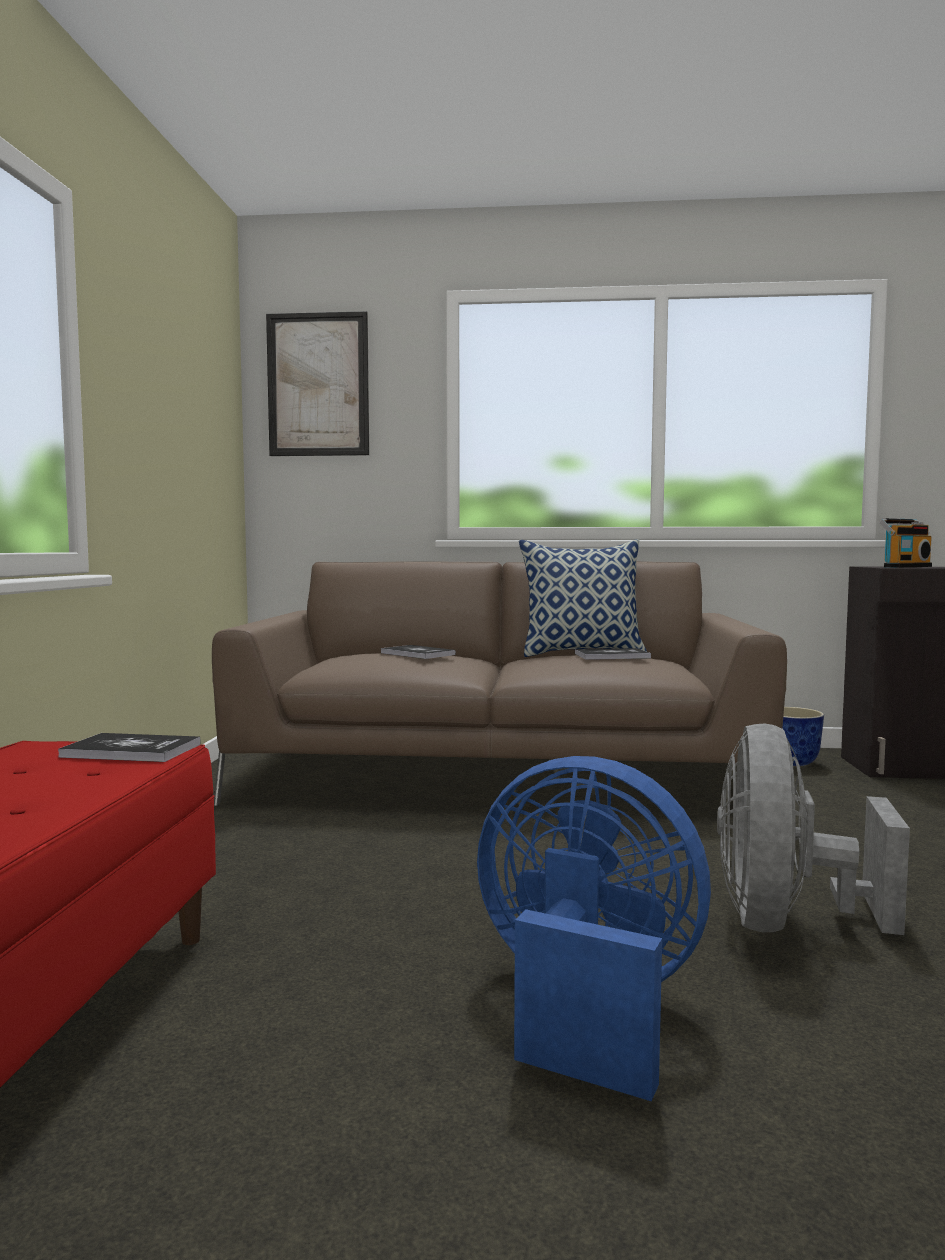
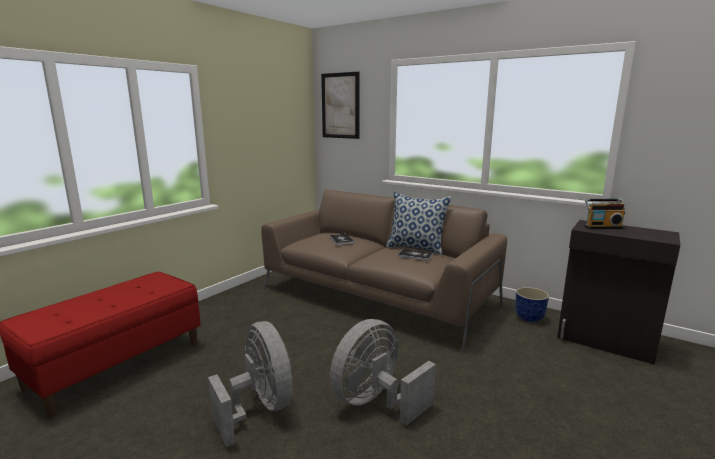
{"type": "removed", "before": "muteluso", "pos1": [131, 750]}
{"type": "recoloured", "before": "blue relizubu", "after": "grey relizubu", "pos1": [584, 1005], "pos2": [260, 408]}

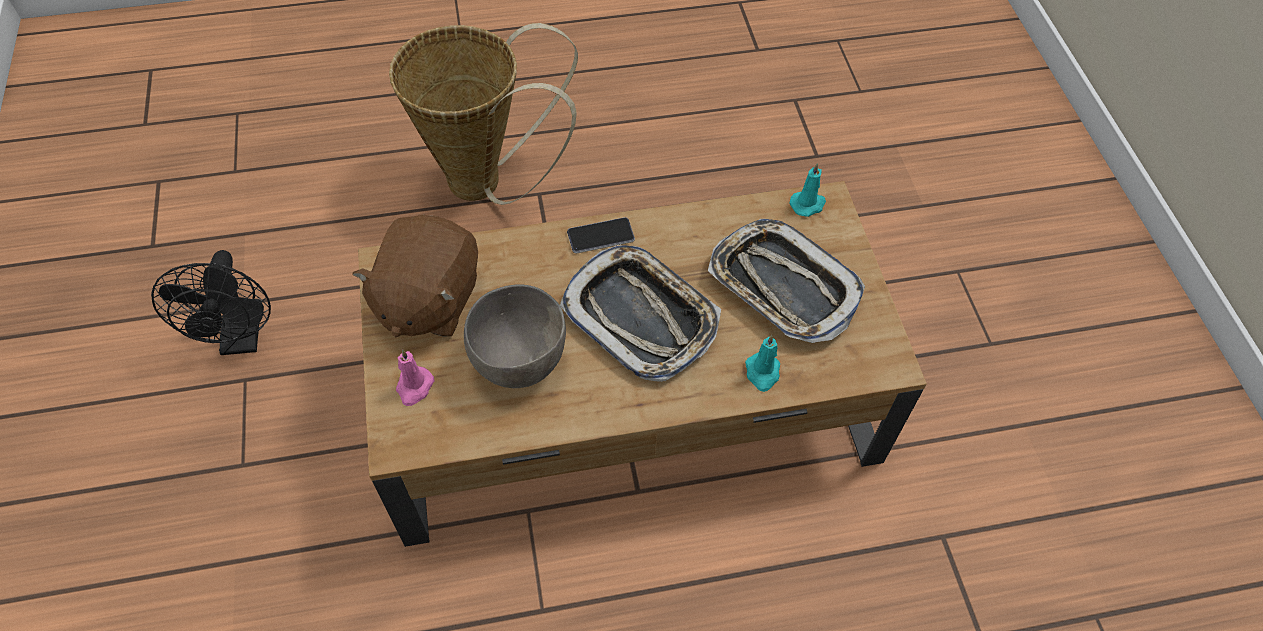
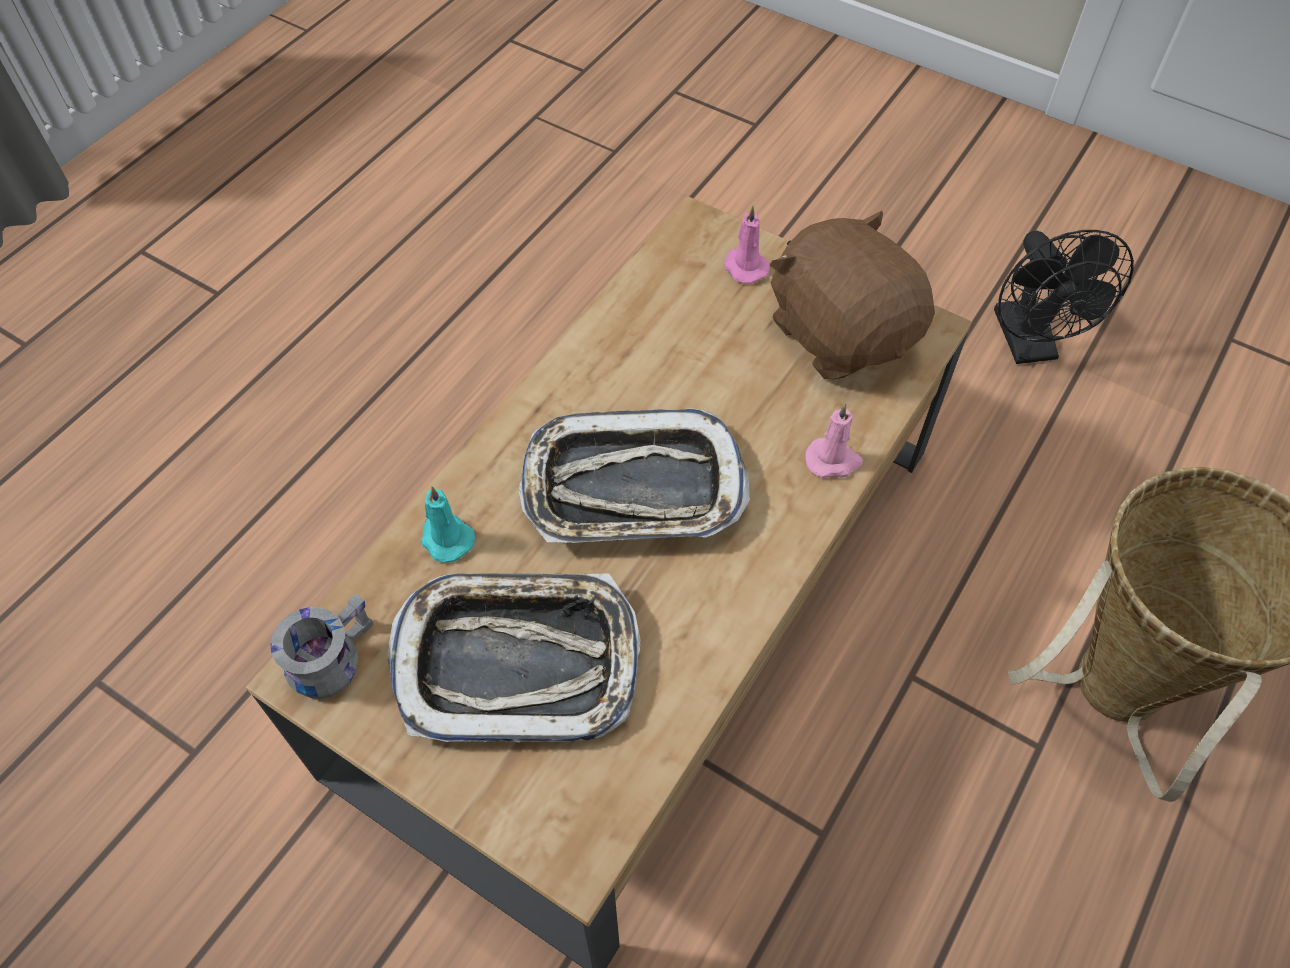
{"type": "removed", "before": "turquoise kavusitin", "pos1": [808, 204]}
{"type": "removed", "before": "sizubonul", "pos1": [600, 236]}
{"type": "turned", "before": "black relizubu", "pos1": [242, 338], "pos2": [1030, 345], "turn": -135}
{"type": "removed", "before": "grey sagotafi", "pos1": [519, 362]}
{"type": "added", "after": "pink kavusitin", "pos2": [833, 460]}
{"type": "added", "after": "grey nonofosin", "pos2": [329, 656]}

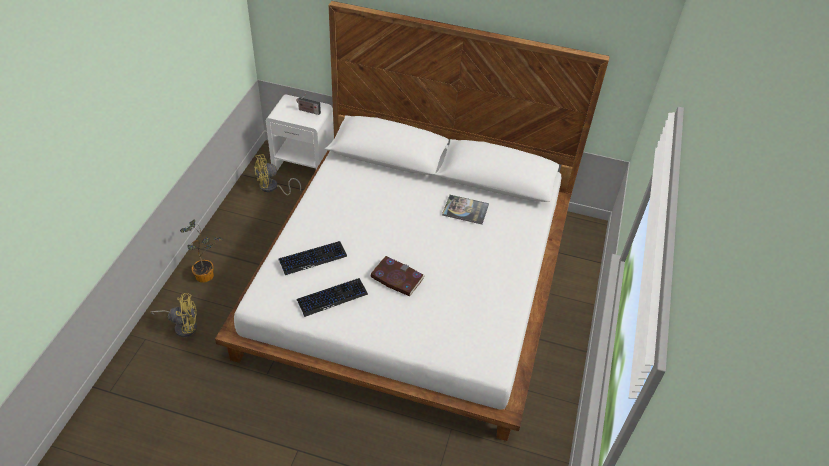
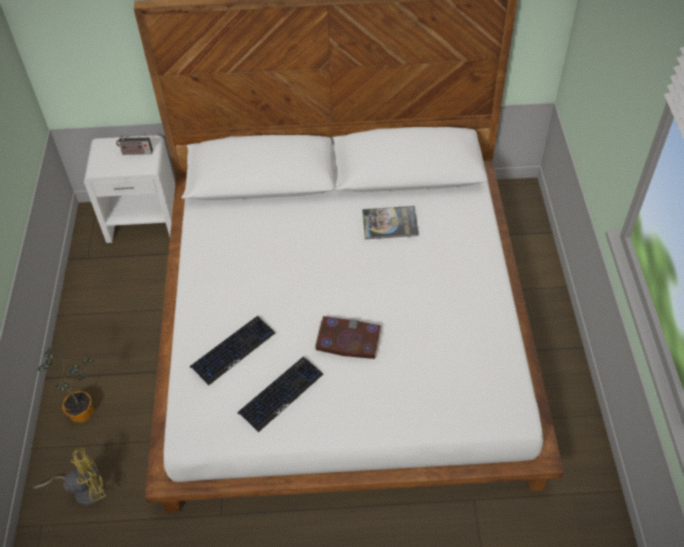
{"type": "removed", "before": "yellow relizubu", "pos1": [272, 188]}

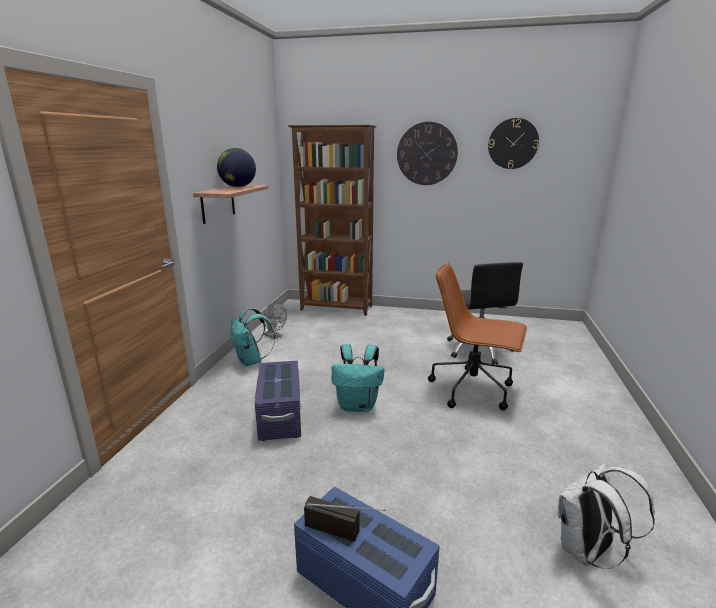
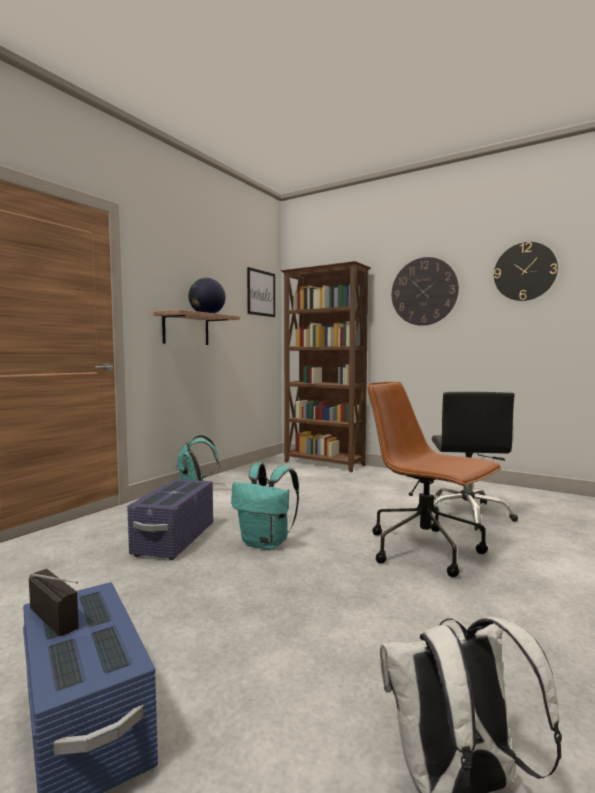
{"type": "removed", "before": "grey relizubu", "pos1": [274, 336]}
{"type": "added", "after": "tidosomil", "pos2": [261, 293]}

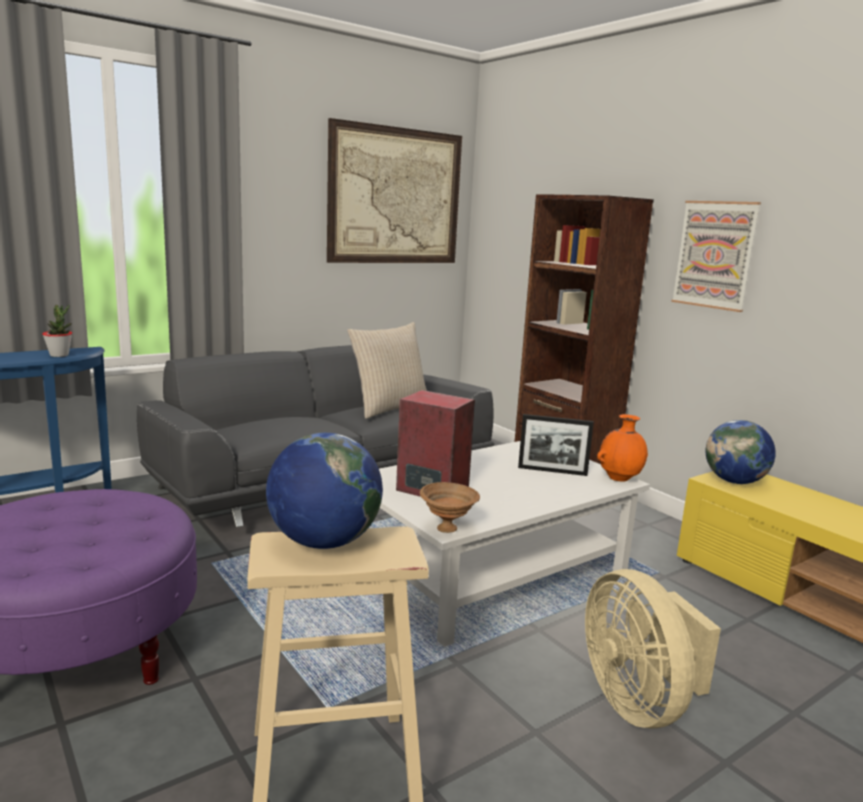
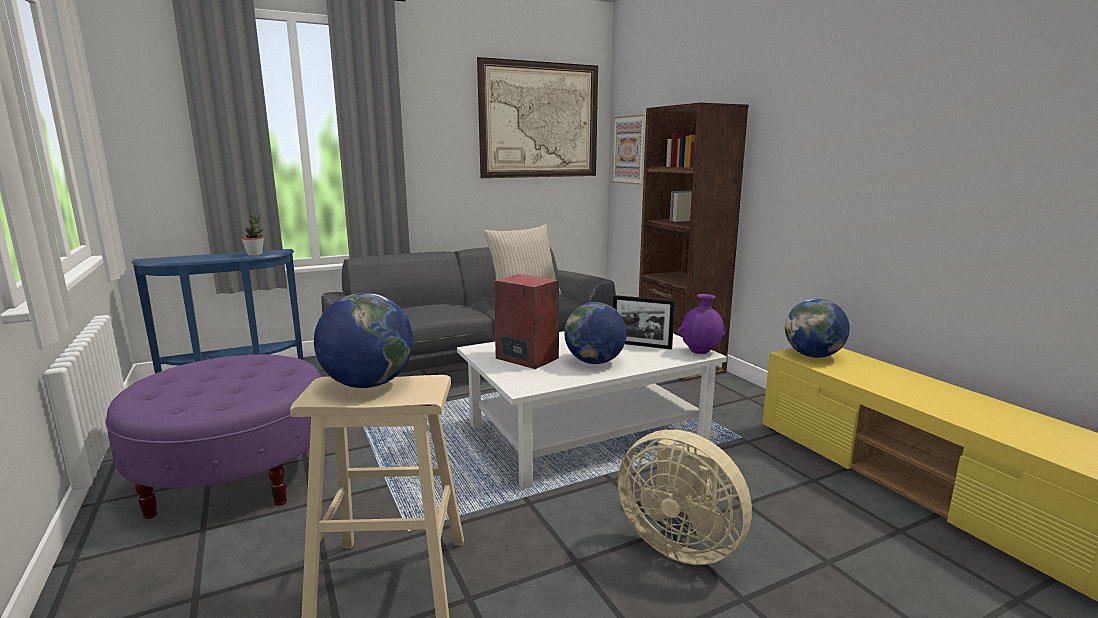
{"type": "moved", "before": "tidosomil", "pos1": [714, 255], "pos2": [629, 150]}
{"type": "recoloured", "before": "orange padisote", "after": "purple padisote", "pos1": [620, 479], "pos2": [700, 352]}
{"type": "removed", "before": "brown sagotafi", "pos1": [447, 528]}
{"type": "turned", "before": "beige relizubu", "pos1": [638, 703], "pos2": [680, 543], "turn": -45}
{"type": "added", "after": "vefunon", "pos2": [594, 362]}

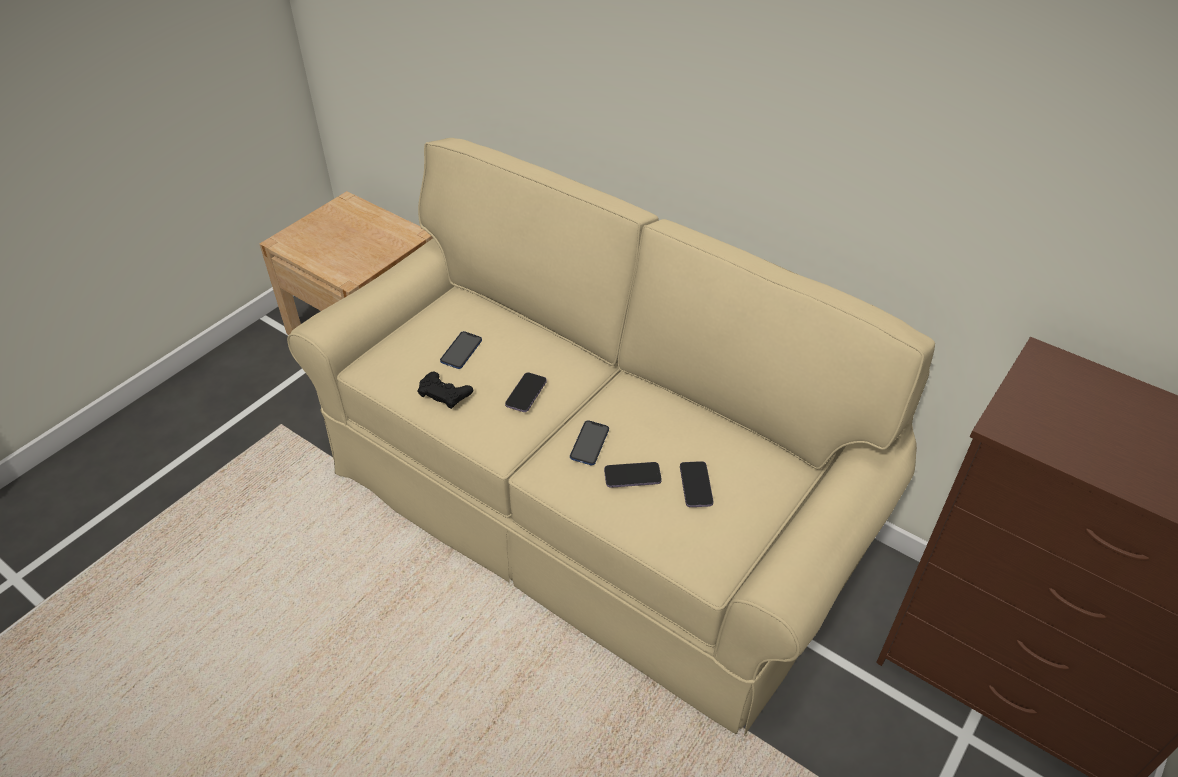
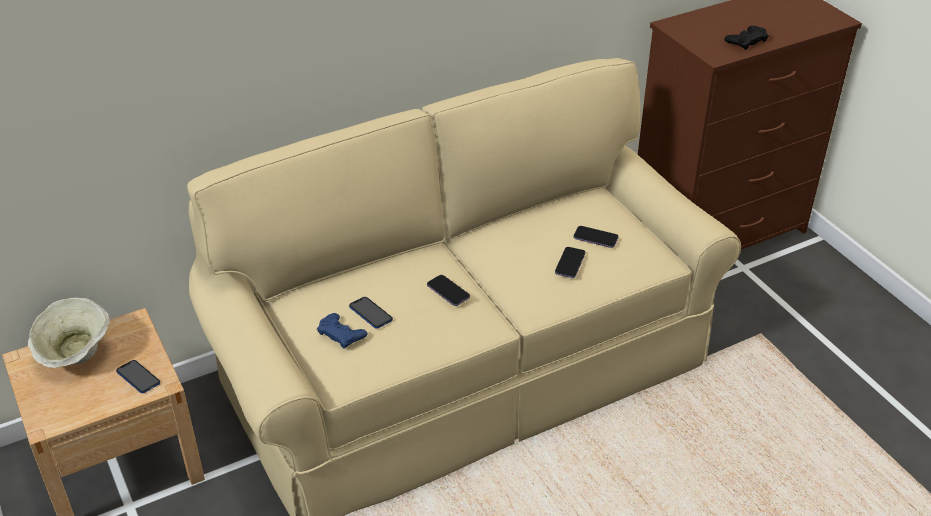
{"type": "moved", "before": "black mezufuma", "pos1": [444, 393], "pos2": [746, 41]}
{"type": "moved", "before": "sizubonul", "pos1": [589, 444], "pos2": [138, 377]}
{"type": "added", "after": "beige sagotafi", "pos2": [75, 355]}
{"type": "added", "after": "blue mezufuma", "pos2": [341, 334]}

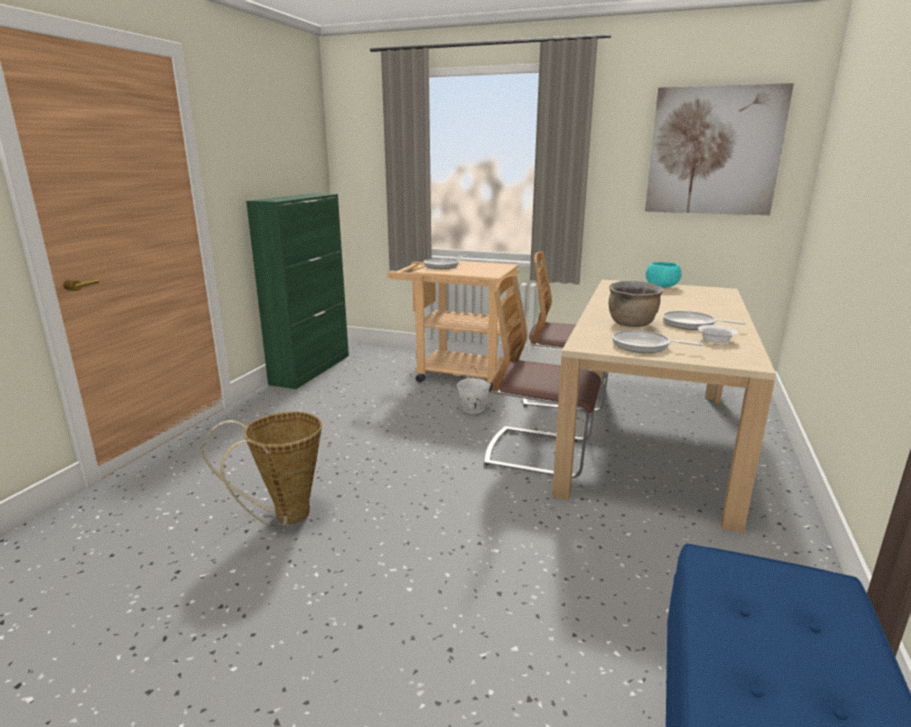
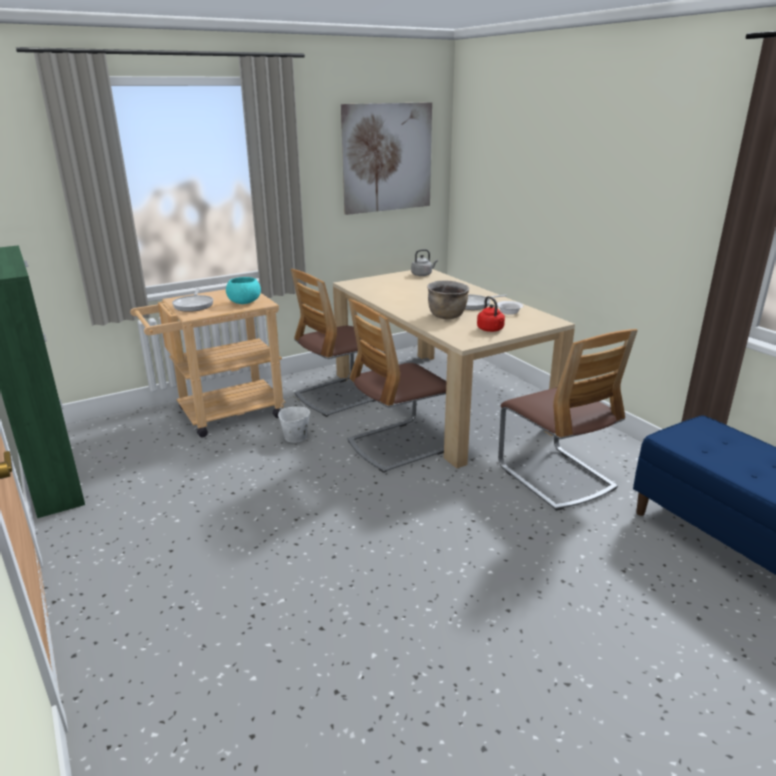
{"type": "moved", "before": "turquoise sagotafi", "pos1": [661, 286], "pos2": [244, 302]}
{"type": "replaced", "before": "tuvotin", "after": "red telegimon", "pos1": [644, 346], "pos2": [491, 330]}
{"type": "removed", "before": "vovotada", "pos1": [284, 518]}
{"type": "added", "after": "grey telegimon", "pos2": [422, 274]}
{"type": "added", "after": "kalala", "pos2": [555, 477]}

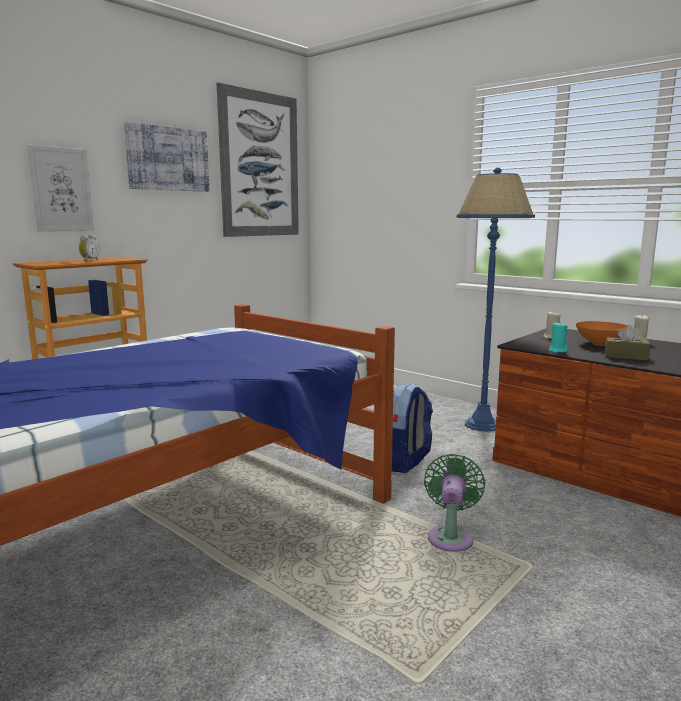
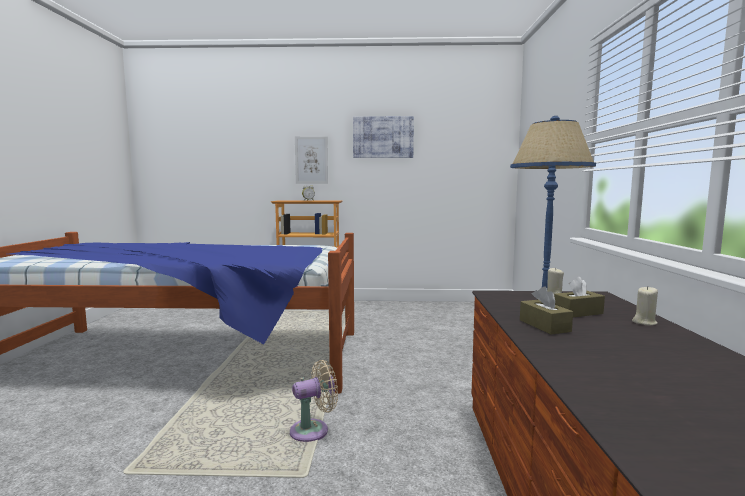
{"type": "removed", "before": "tidosomil", "pos1": [260, 165]}
{"type": "replaced", "before": "orange sagotafi", "after": "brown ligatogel", "pos1": [601, 344], "pos2": [578, 312]}
{"type": "removed", "before": "turquoise kavusitin", "pos1": [557, 351]}
{"type": "removed", "before": "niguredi", "pos1": [405, 463]}
{"type": "recoloured", "before": "green relizubu", "after": "beige relizubu", "pos1": [451, 536], "pos2": [313, 430]}

